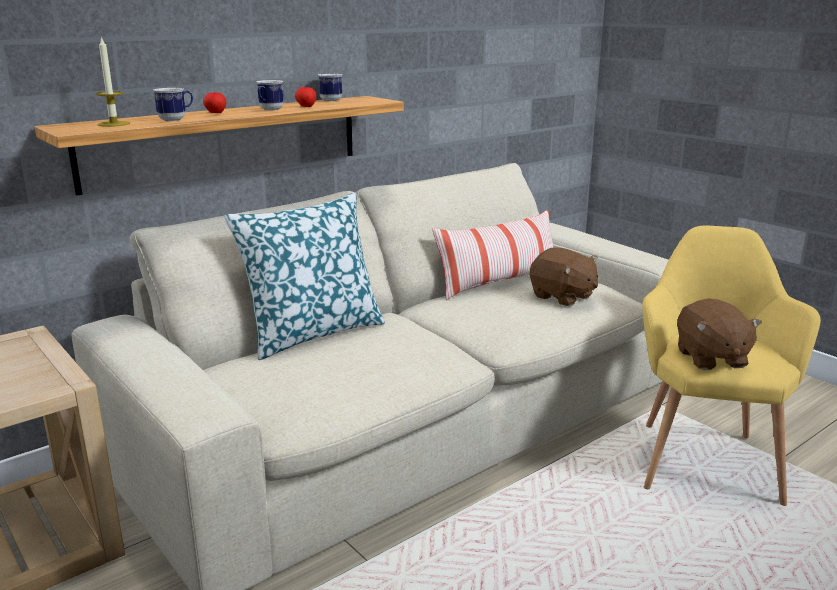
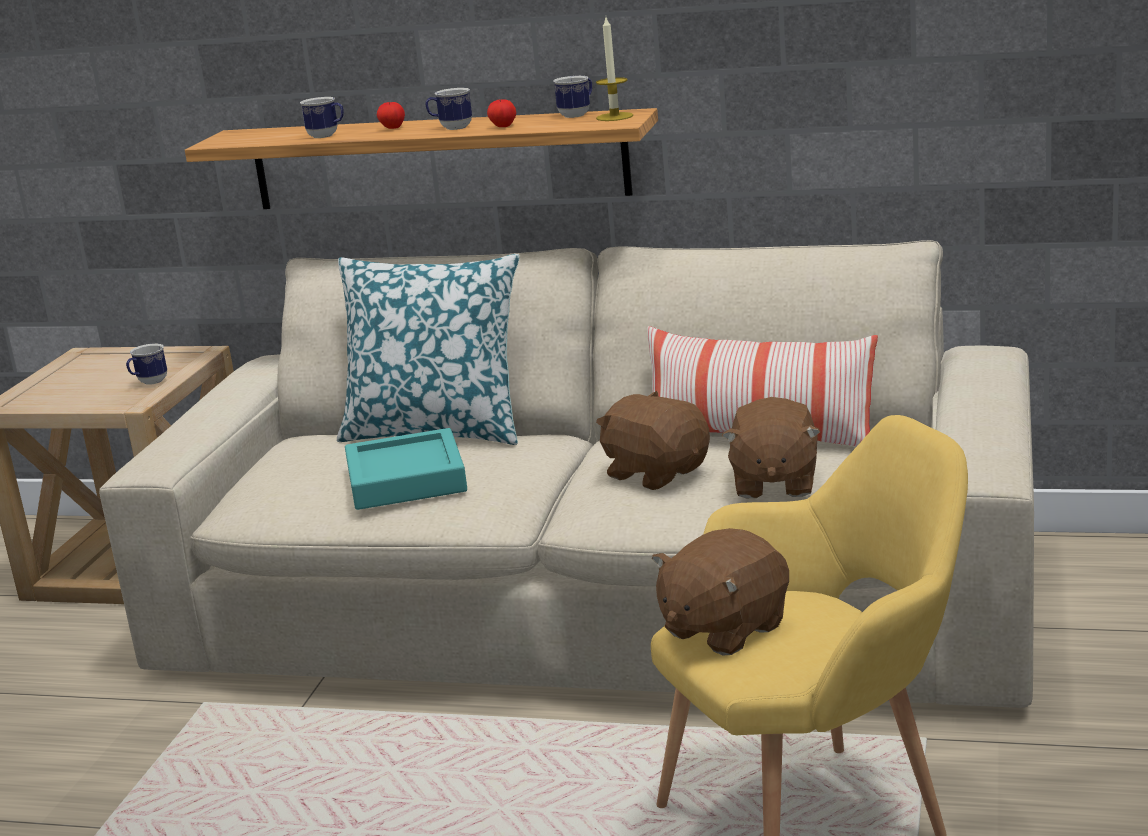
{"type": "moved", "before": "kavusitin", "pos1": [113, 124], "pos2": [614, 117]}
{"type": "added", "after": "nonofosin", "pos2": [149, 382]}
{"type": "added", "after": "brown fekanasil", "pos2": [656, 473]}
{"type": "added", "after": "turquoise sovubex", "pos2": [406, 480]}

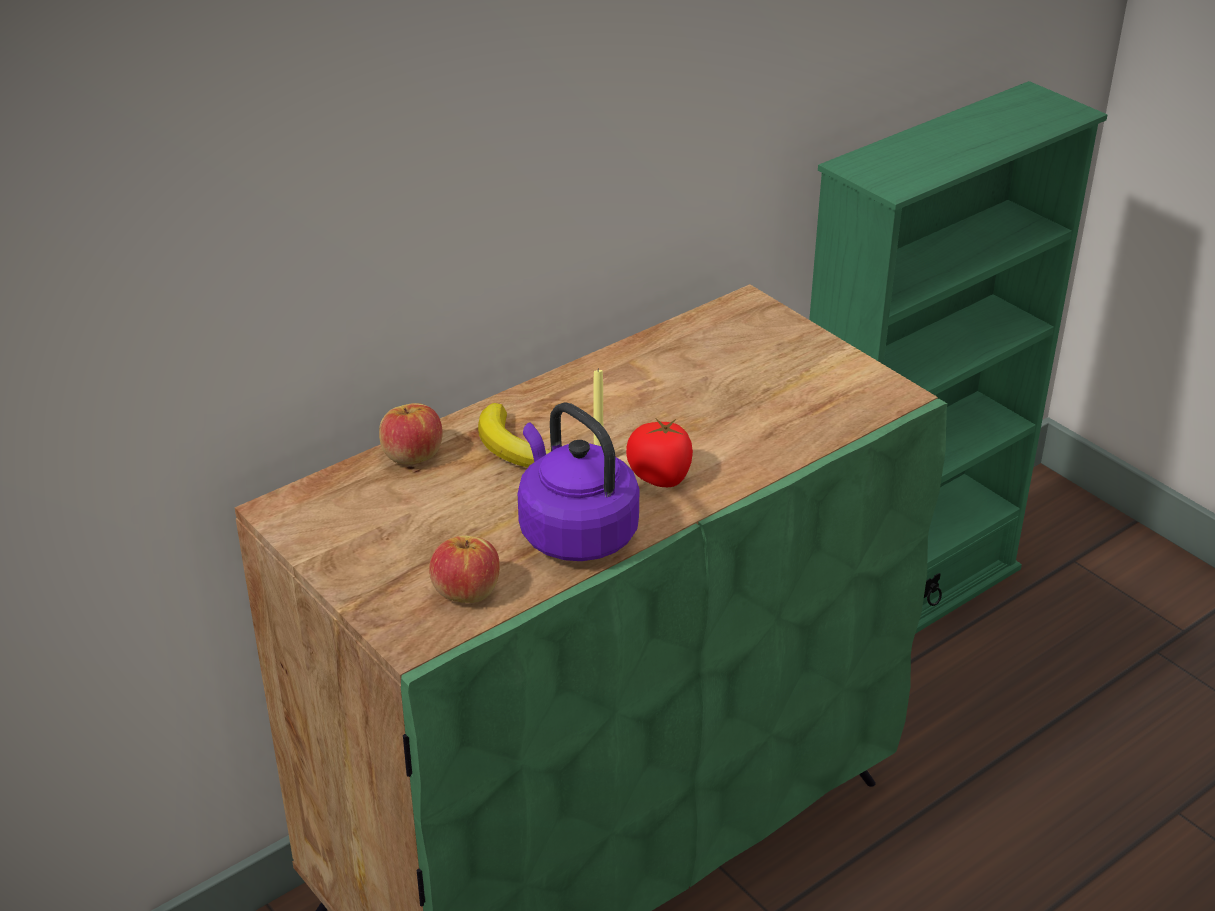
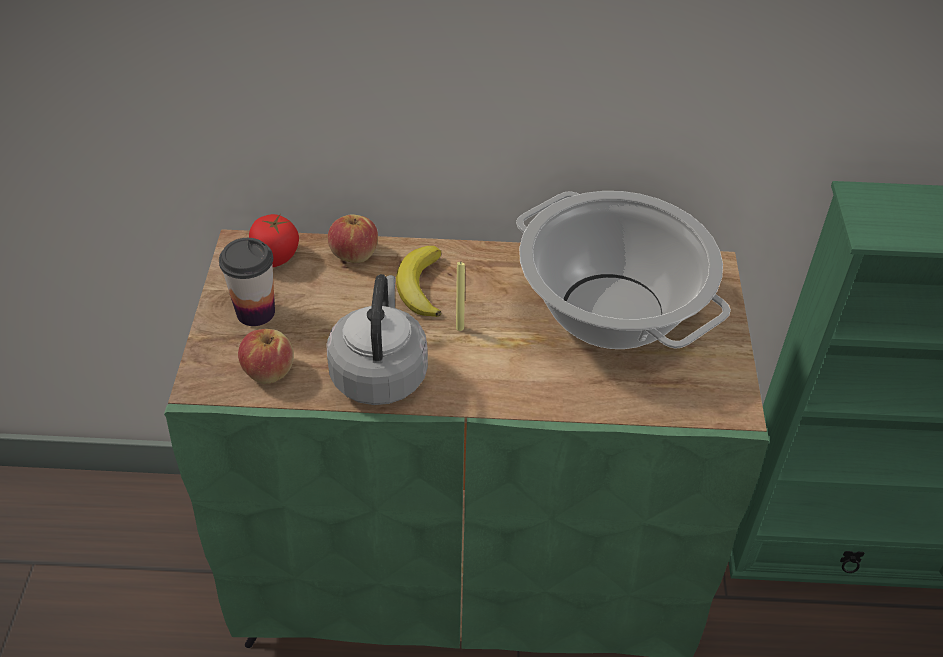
{"type": "recoloured", "before": "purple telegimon", "after": "grey telegimon", "pos1": [574, 532], "pos2": [380, 372]}
{"type": "moved", "before": "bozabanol", "pos1": [660, 476], "pos2": [275, 257]}
{"type": "added", "after": "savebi", "pos2": [610, 311]}
{"type": "added", "after": "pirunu", "pos2": [255, 312]}

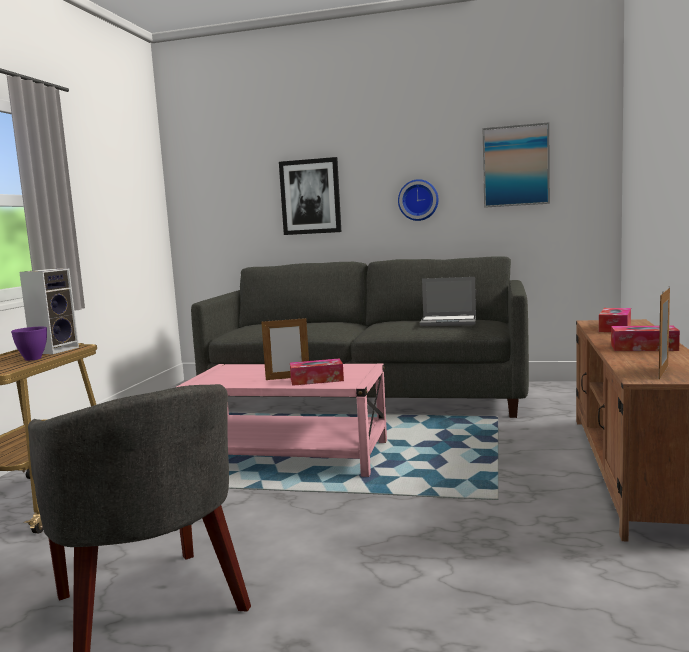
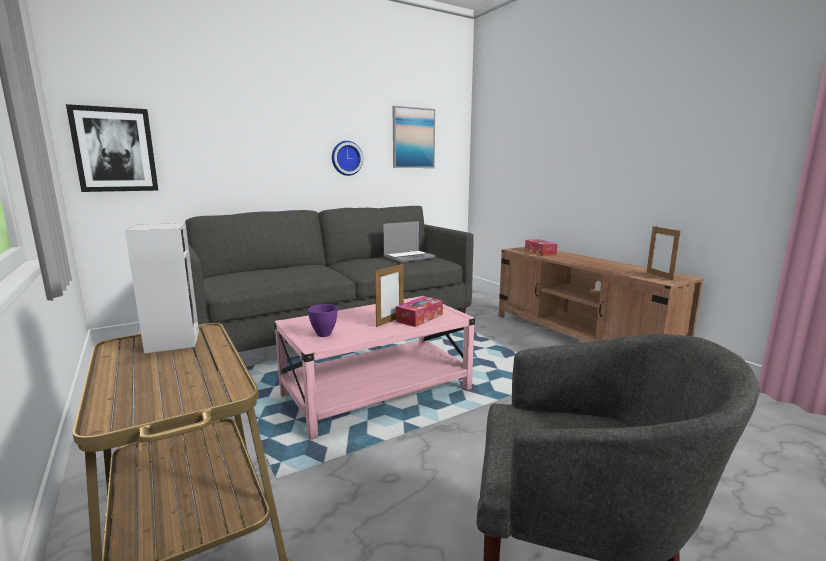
{"type": "moved", "before": "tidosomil", "pos1": [310, 196], "pos2": [115, 150]}
{"type": "removed", "before": "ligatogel", "pos1": [644, 347]}
{"type": "moved", "before": "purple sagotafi", "pos1": [32, 359], "pos2": [323, 334]}

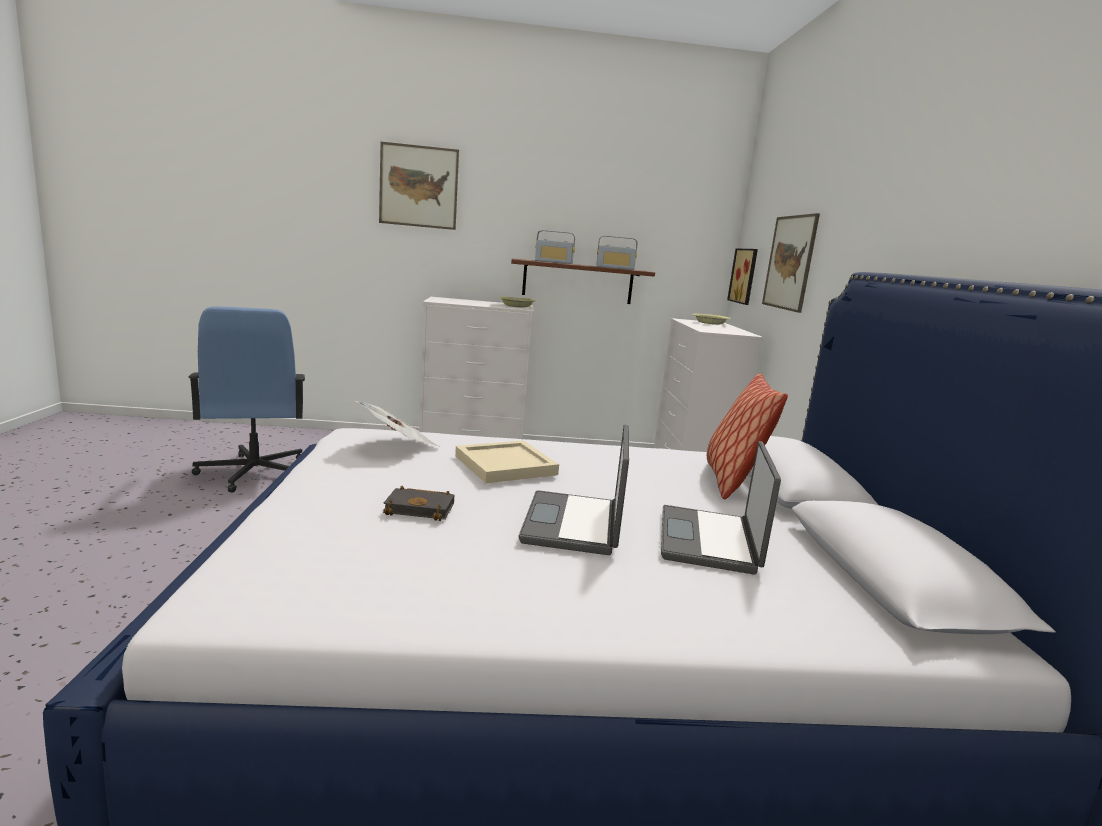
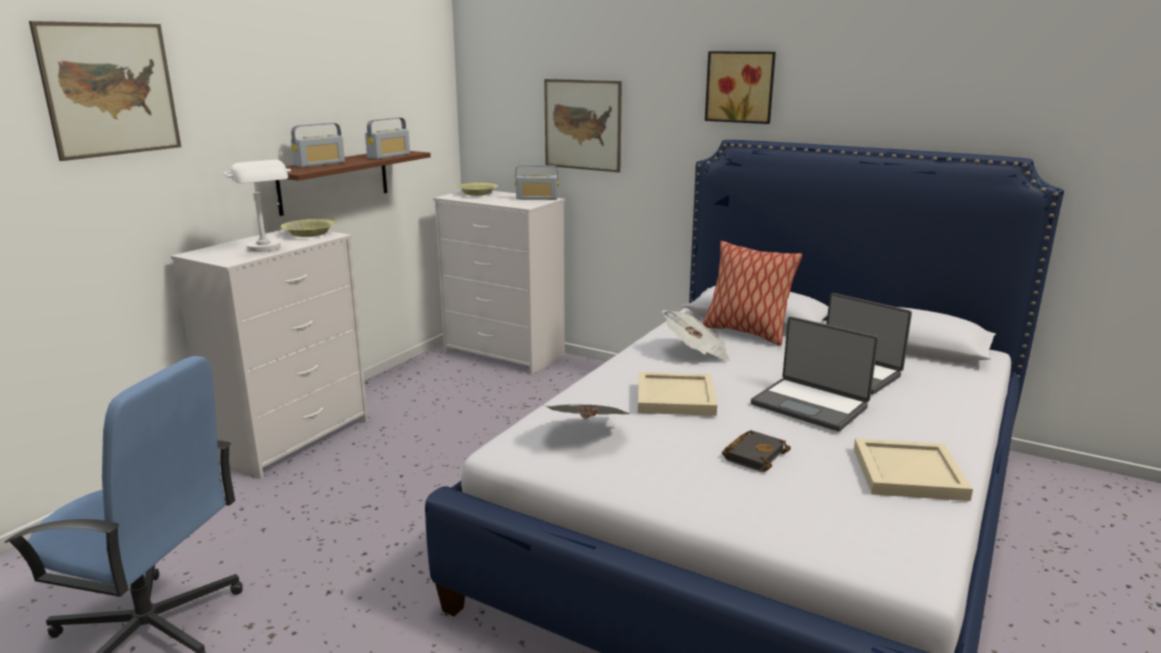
{"type": "moved", "before": "tidosomil", "pos1": [745, 276], "pos2": [740, 87]}
{"type": "added", "after": "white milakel", "pos2": [268, 250]}
{"type": "added", "after": "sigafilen", "pos2": [537, 198]}
{"type": "added", "after": "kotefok", "pos2": [696, 353]}
{"type": "added", "after": "beige sovubex", "pos2": [907, 474]}

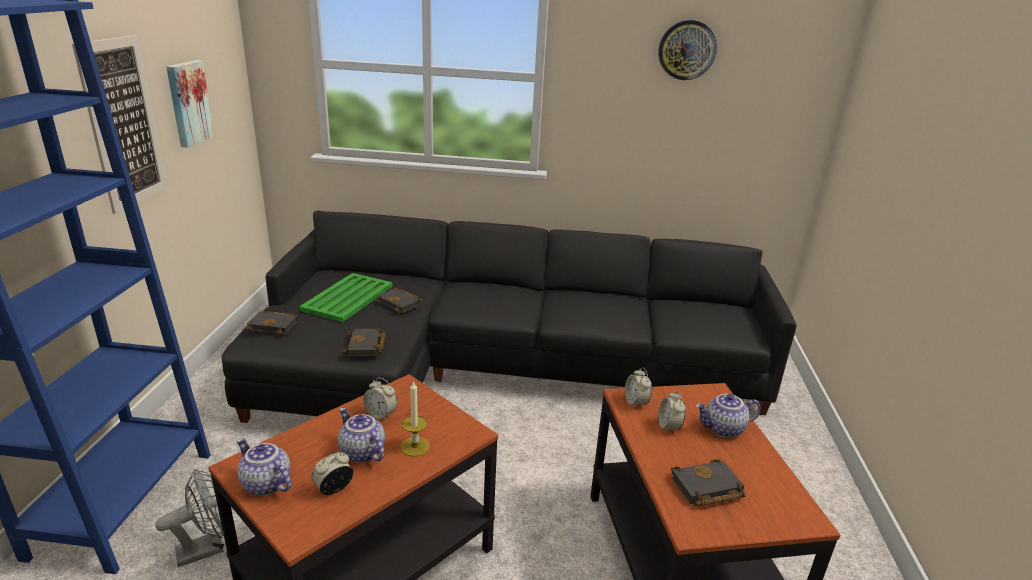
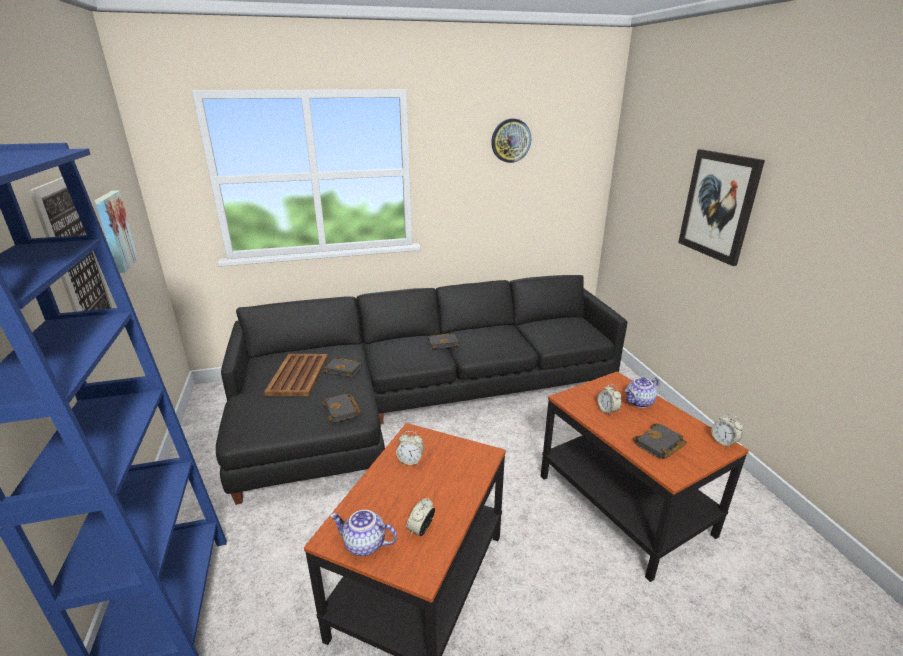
{"type": "recoloured", "before": "green sovubex", "after": "brown sovubex", "pos1": [347, 298], "pos2": [297, 375]}
{"type": "moved", "before": "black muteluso", "pos1": [275, 325], "pos2": [443, 343]}
{"type": "moved", "before": "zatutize", "pos1": [636, 402], "pos2": [723, 442]}
{"type": "removed", "before": "kavusitin", "pos1": [415, 446]}
{"type": "removed", "before": "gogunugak", "pos1": [361, 452]}
{"type": "removed", "before": "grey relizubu", "pos1": [208, 548]}
{"type": "added", "after": "tidosomil", "pos2": [718, 205]}

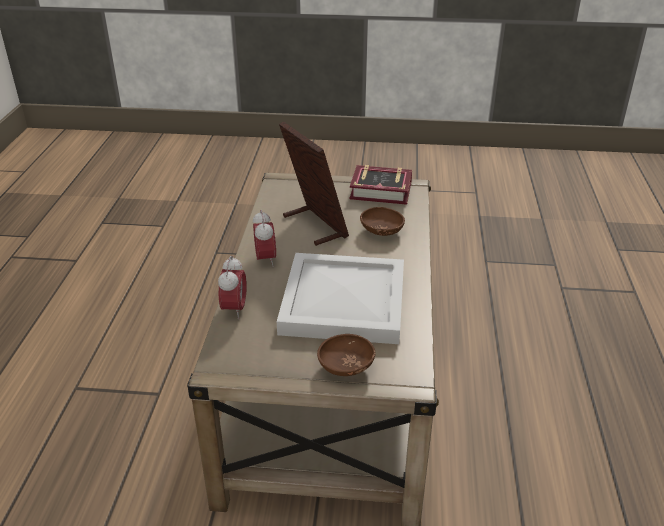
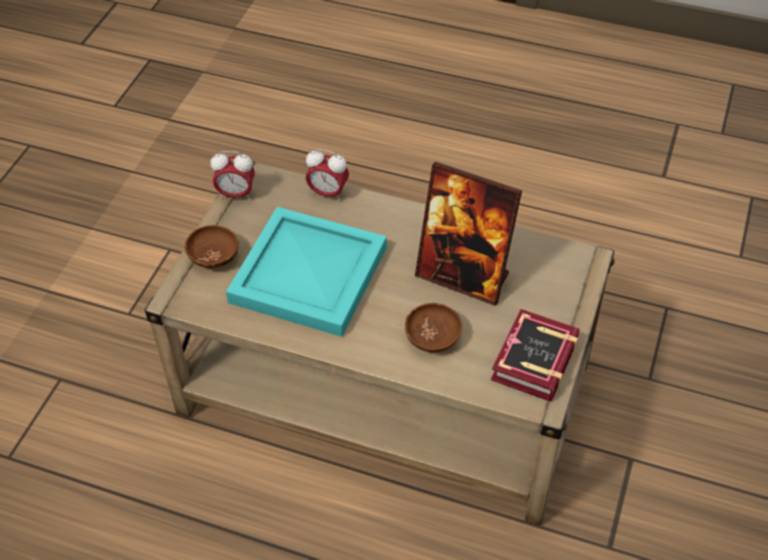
{"type": "turned", "before": "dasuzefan", "pos1": [314, 226], "pos2": [463, 276], "turn": 45}
{"type": "moved", "before": "zatutize", "pos1": [265, 259], "pos2": [236, 194]}
{"type": "recoloured", "before": "white sovubex", "after": "turquoise sovubex", "pos1": [345, 303], "pos2": [306, 275]}

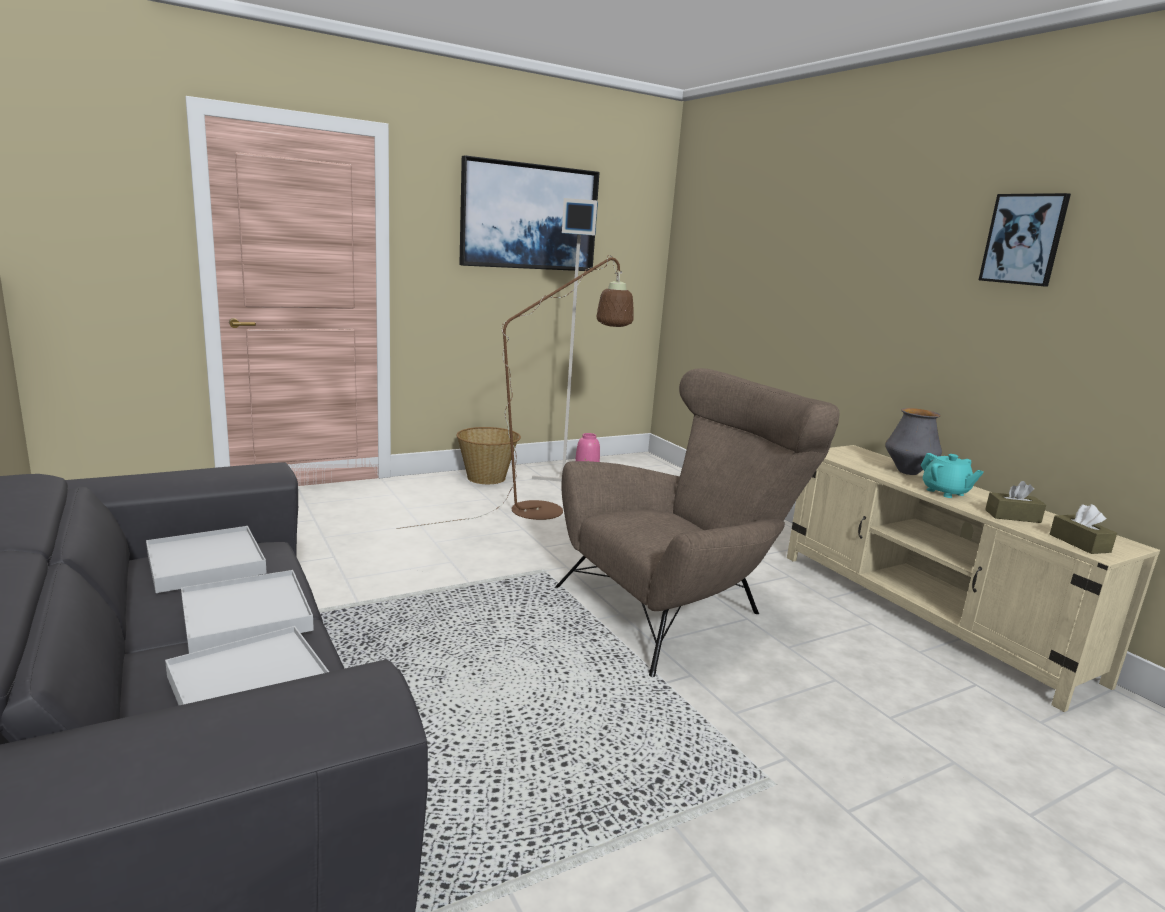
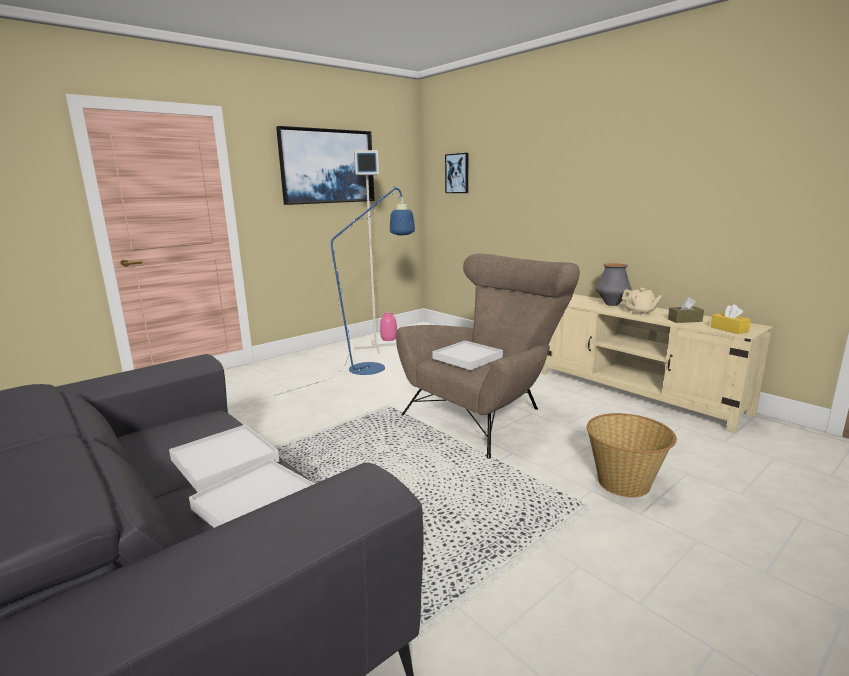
{"type": "moved", "before": "tidosomil", "pos1": [1024, 239], "pos2": [457, 173]}
{"type": "recoloured", "before": "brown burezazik", "after": "blue burezazik", "pos1": [549, 508], "pos2": [374, 366]}
{"type": "moved", "before": "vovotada", "pos1": [487, 478], "pos2": [624, 483]}
{"type": "recoloured", "before": "turquoise gogunugak", "after": "beige gogunugak", "pos1": [945, 492], "pos2": [639, 312]}
{"type": "recoloured", "before": "brown ligatogel", "after": "yellow ligatogel", "pos1": [1079, 543], "pos2": [729, 329]}
{"type": "moved", "before": "white sovubex", "pos1": [206, 563], "pos2": [467, 358]}

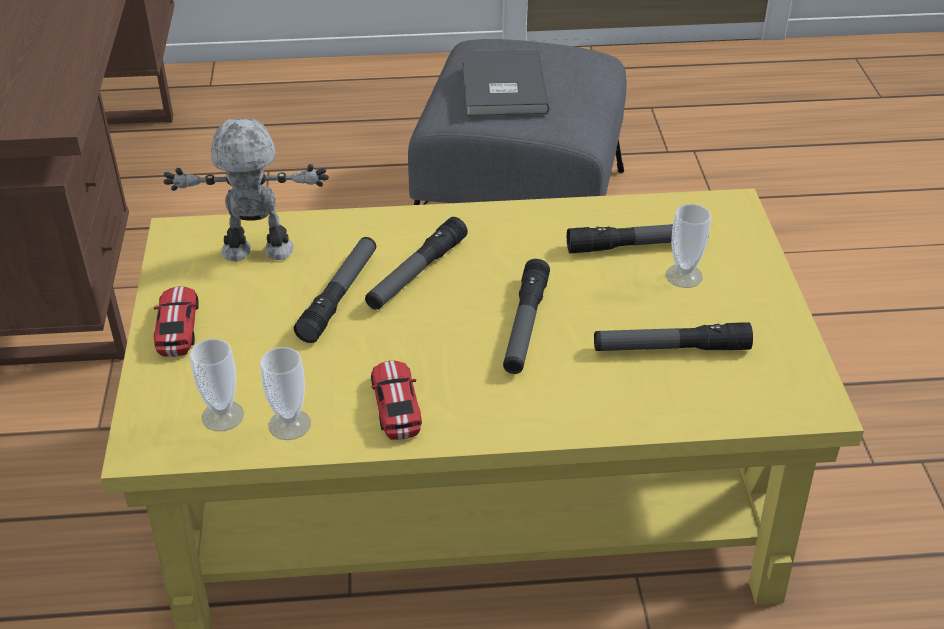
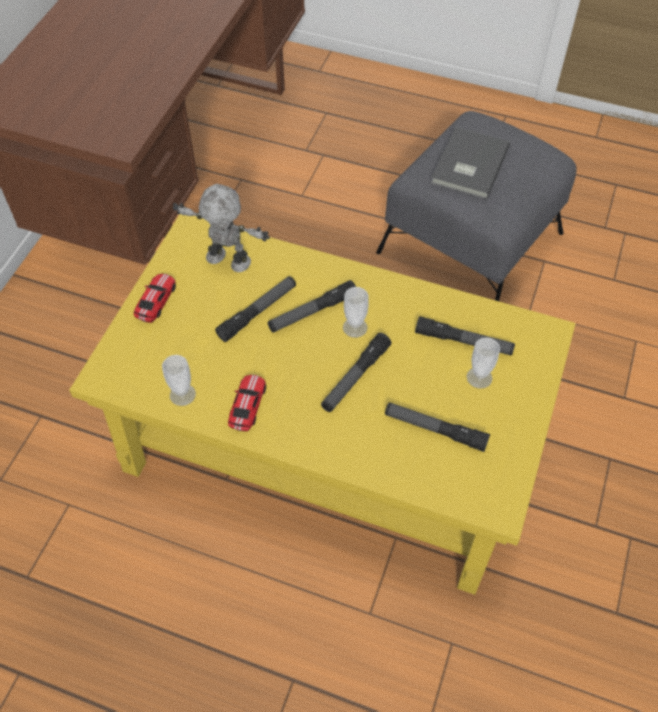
{"type": "moved", "before": "pirunu", "pos1": [222, 416], "pos2": [355, 327]}

